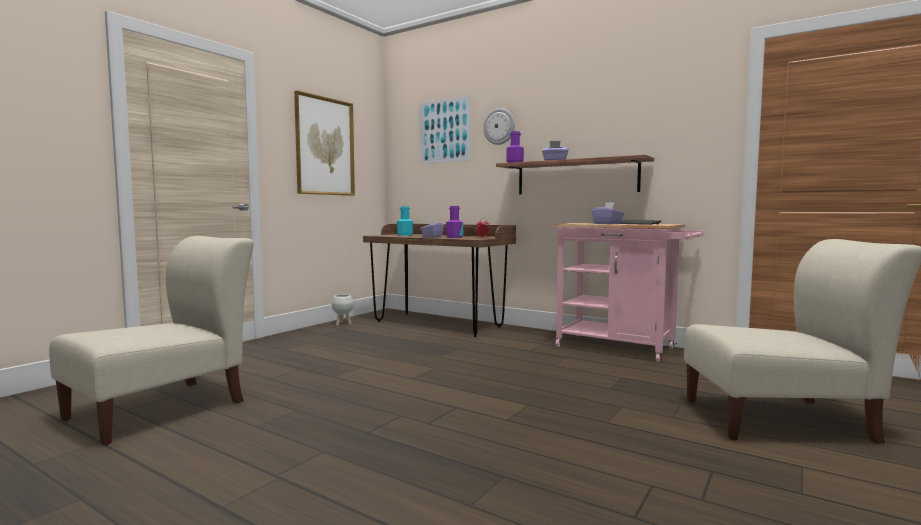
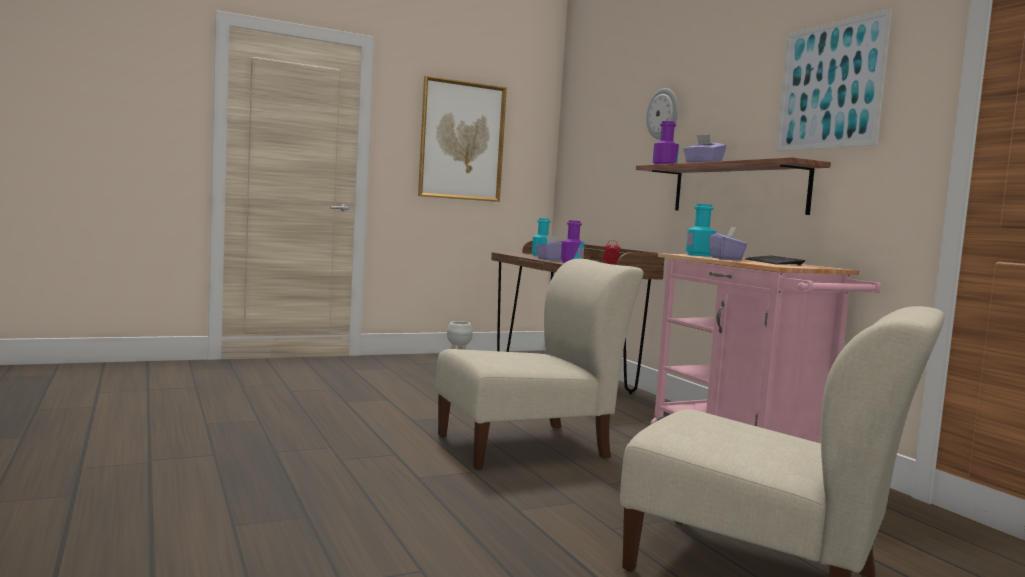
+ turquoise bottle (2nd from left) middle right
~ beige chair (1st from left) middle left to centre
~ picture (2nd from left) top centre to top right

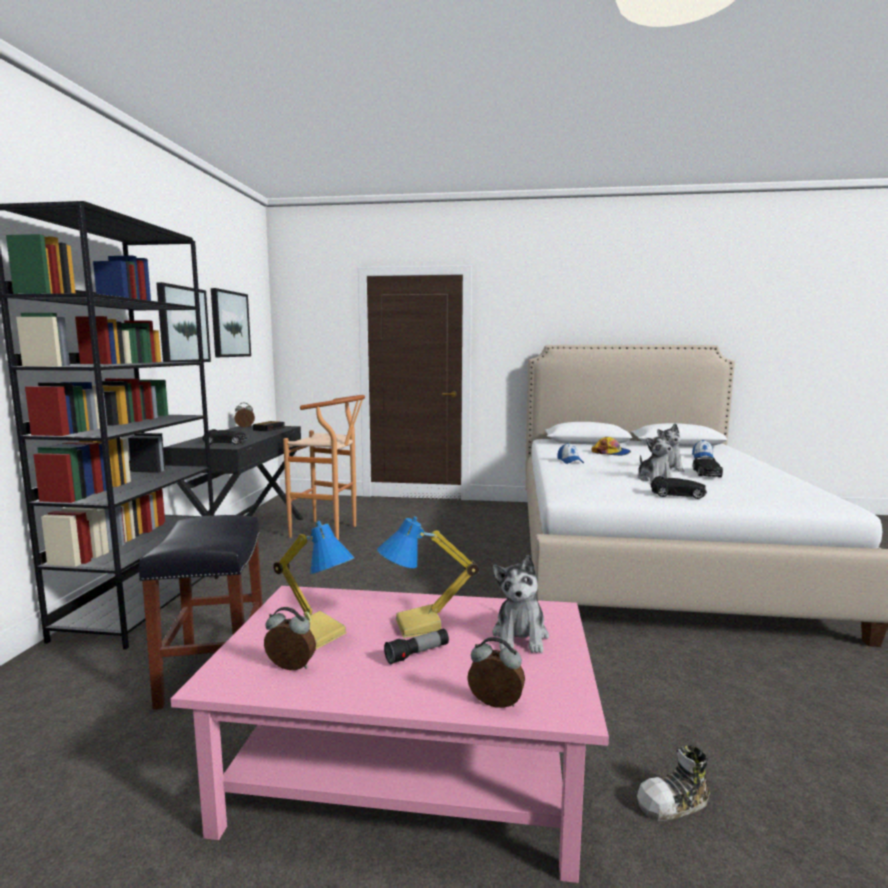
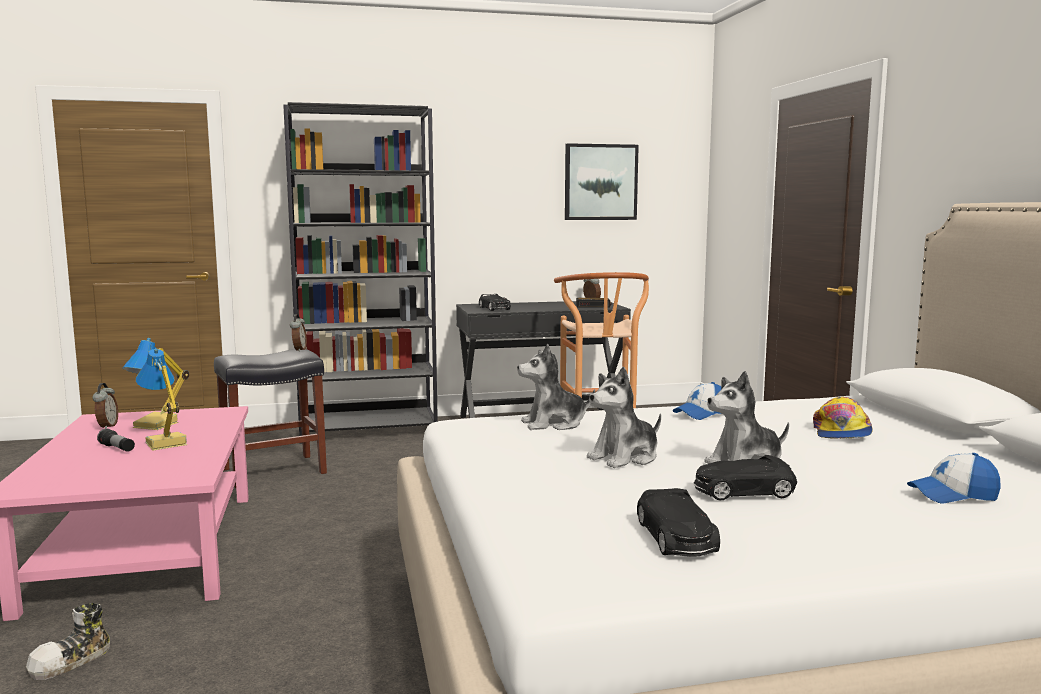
- picture (1st from left) middle left
~ alarm clock (4th from left in the first image) bottom centre to alarm clock (2nd from left) middle left
~ plush toy (1st from left) bottom centre to centre
~ black toy car (2nd from left) middle right to bottom centre
~ shoe bottom right = bottom left 105 degrees counterclockwise

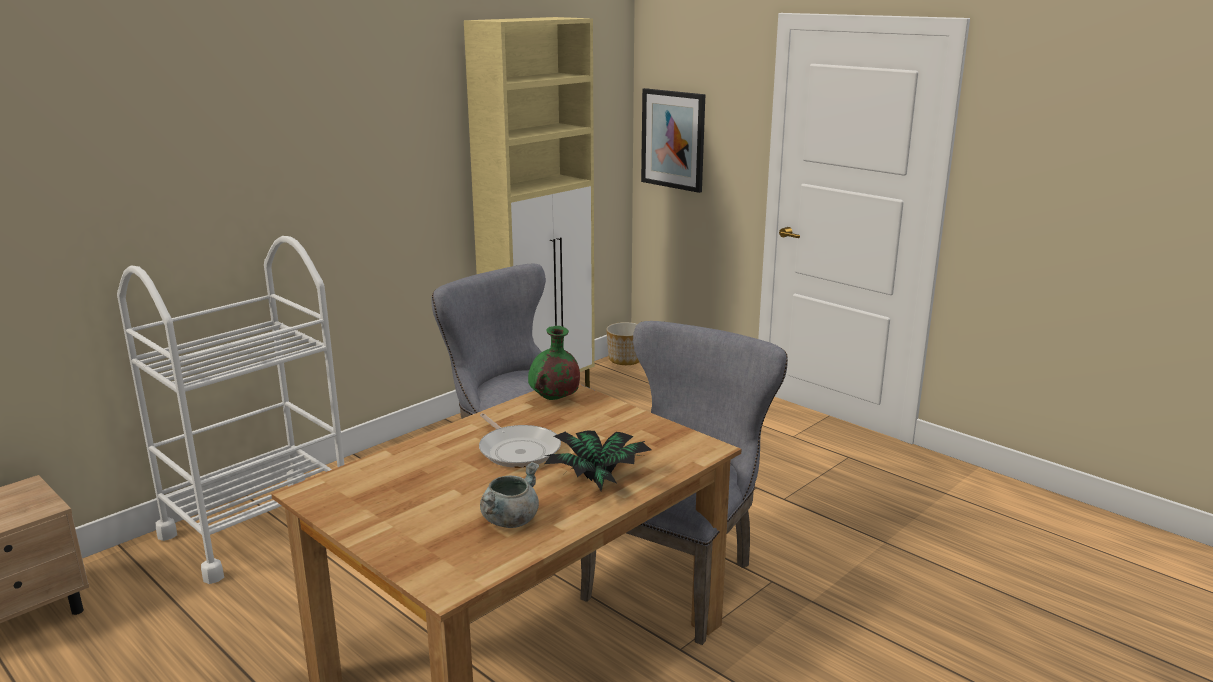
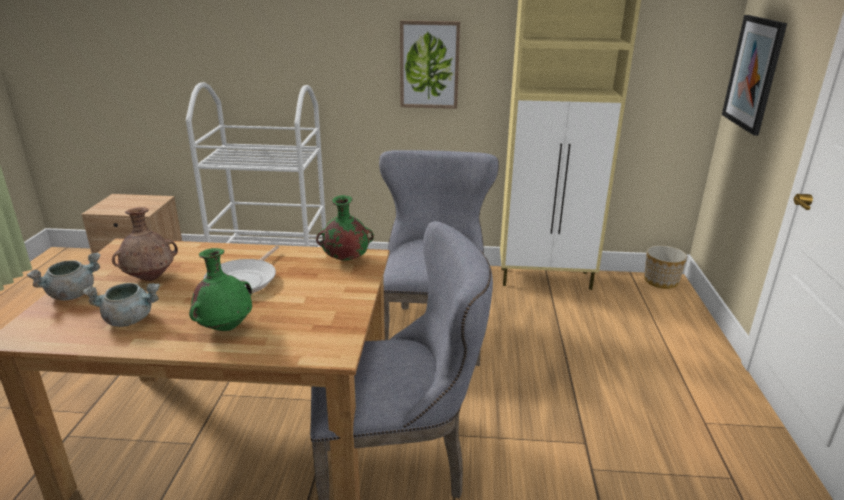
+ grey cooking pot (1st from left) middle left
+ brown vase middle left
+ picture (1st from left) top centre
~ potted plant bottom centre to green vase (1st from left) middle left

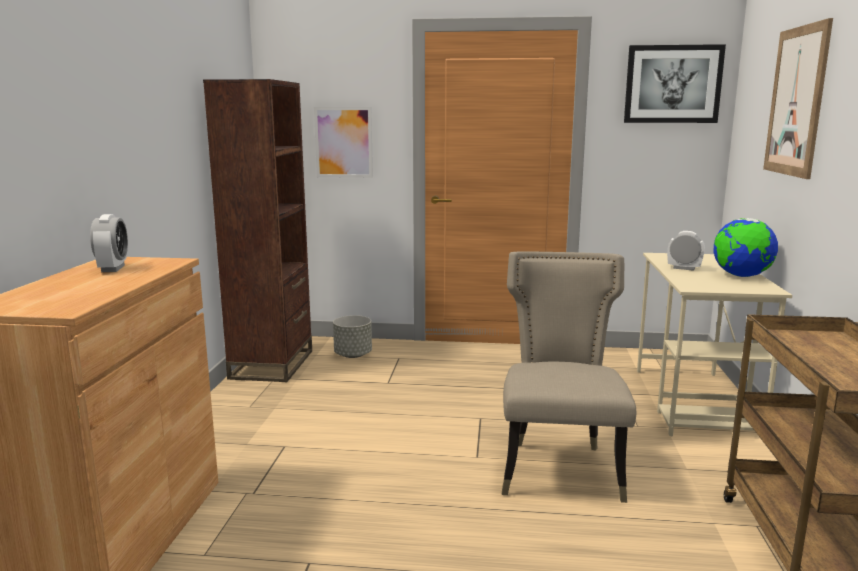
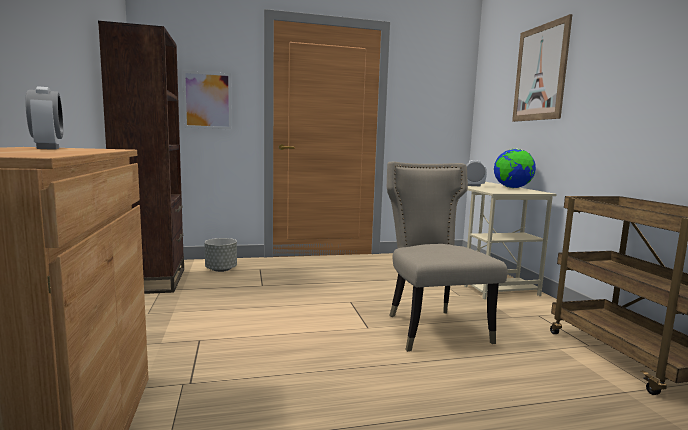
- picture (2nd from left) top right

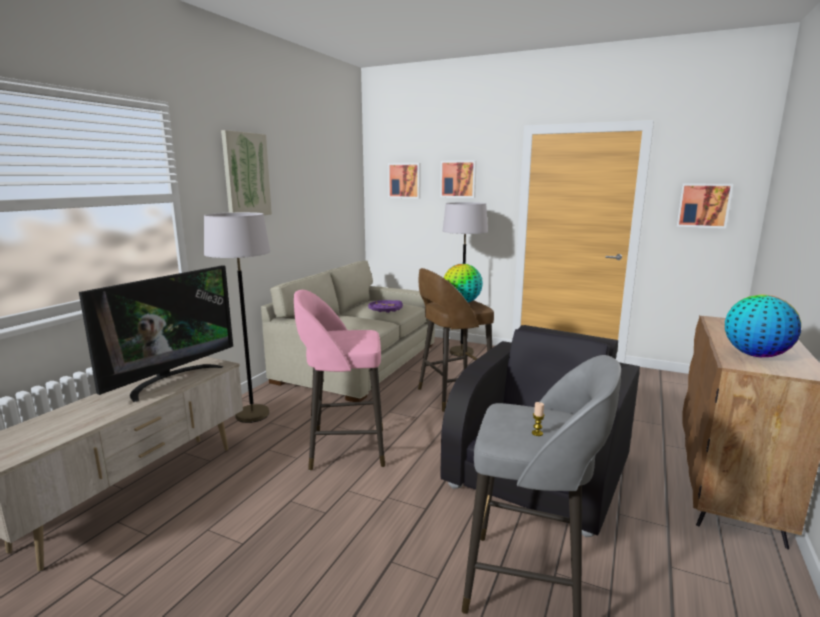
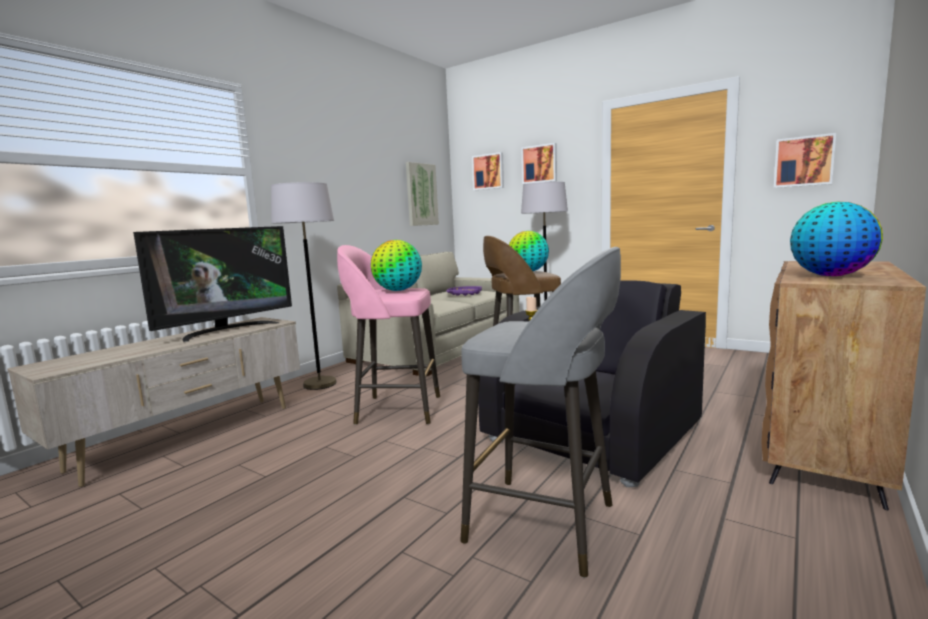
+ globe (1st from left) centre
~ picture (1st from left) top left to top centre

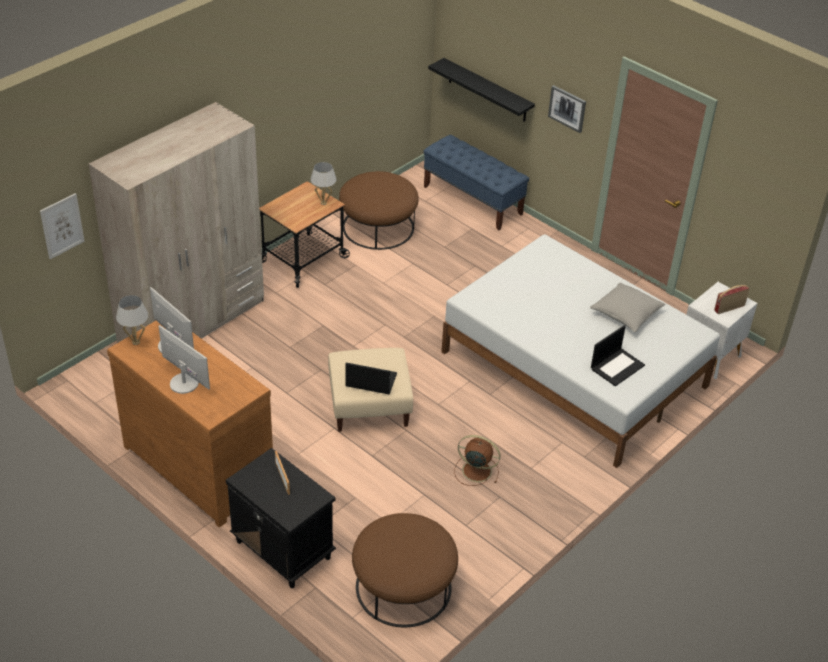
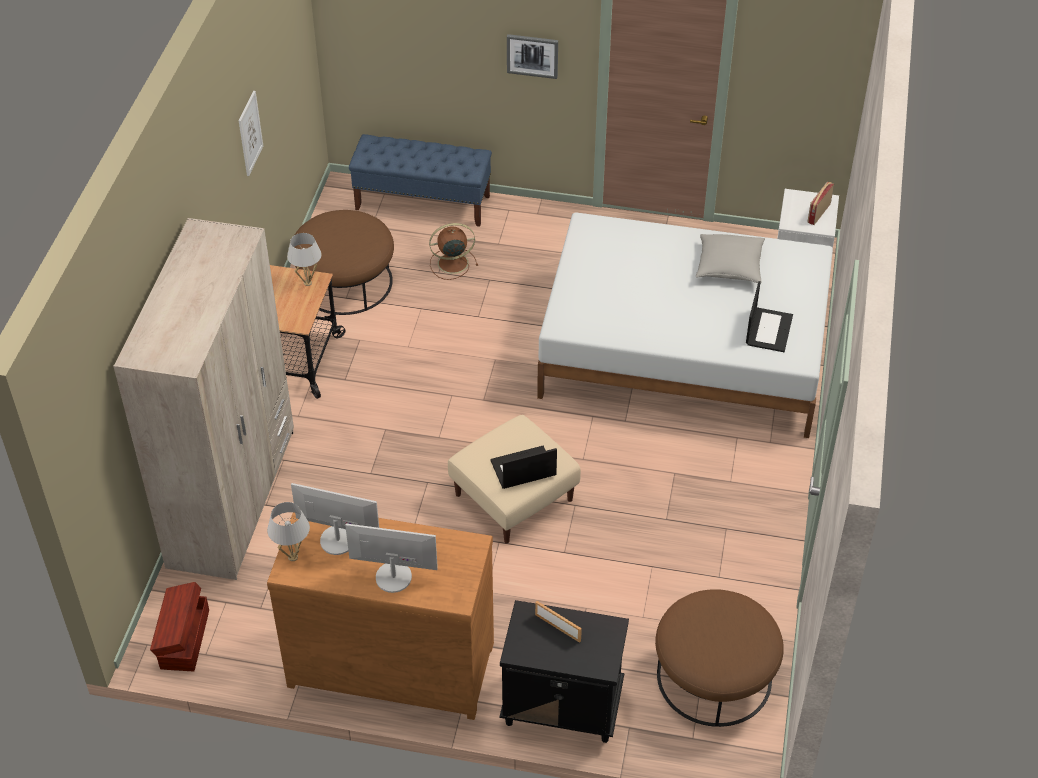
- black shelf top centre
+ brown storage box bottom left
~ picture (1st from left) middle left to top left
~ brown fan bottom centre to top centre

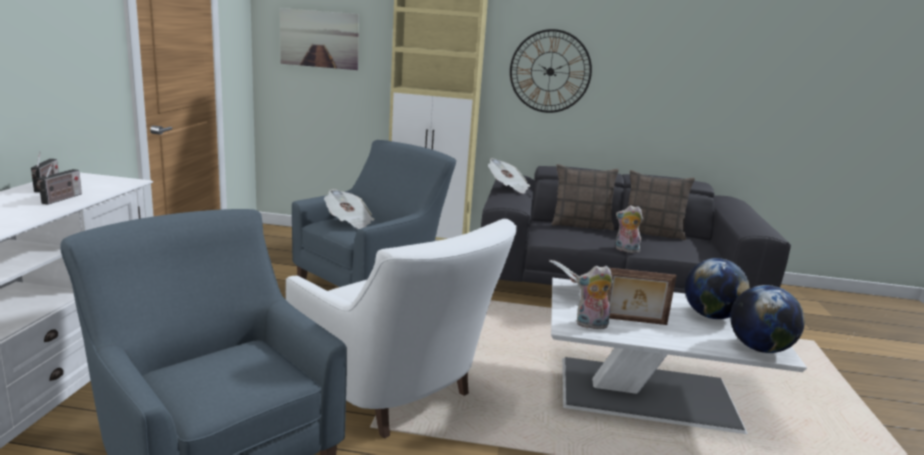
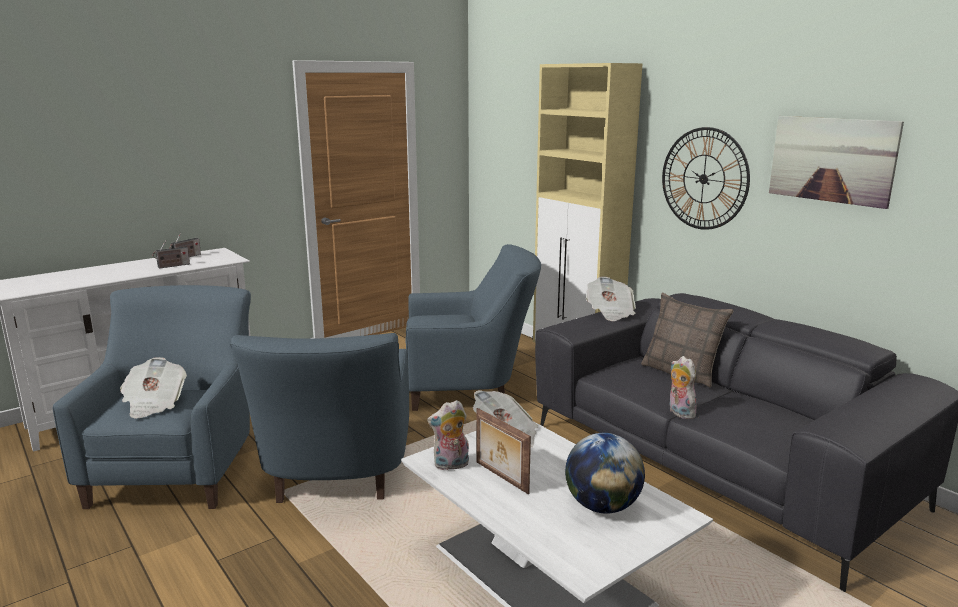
- pillow (2nd from left) middle right
- globe (2nd from left) bottom right
~ picture top centre to top right
~ newspaper (1st from left) centre to middle left
~ white armchair bottom centre to blue armchair (2nd from left) bottom left
~ plush toy (1st from left) centre = bottom centre 60 degrees counterclockwise

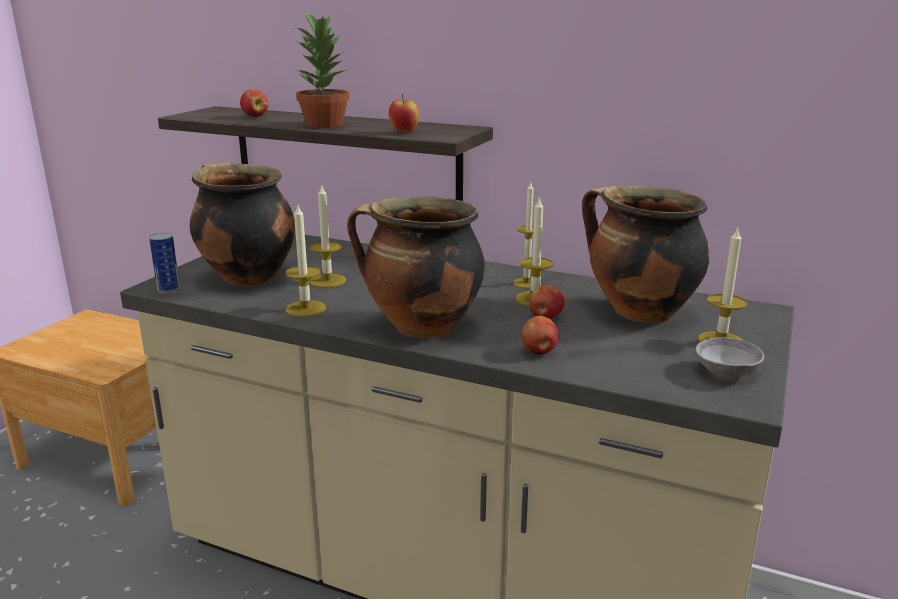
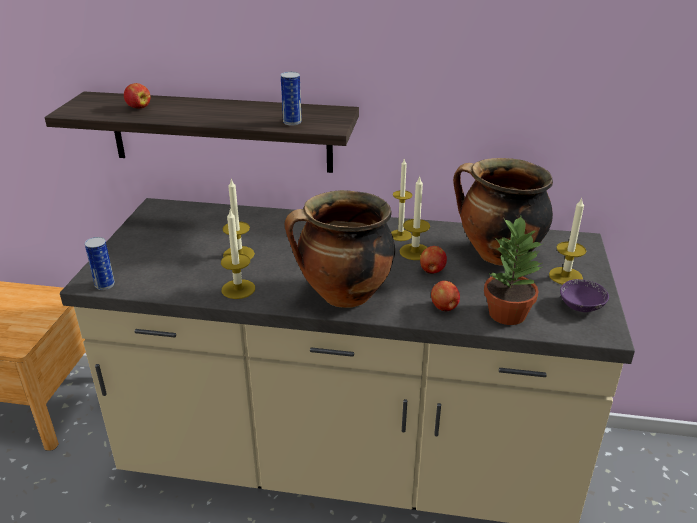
- cooking pot (1st from left) middle left
~ potted plant top centre to middle right
~ apple (2nd from left) top centre to can (2nd from left) top centre
~ grey bowl middle right to purple bowl middle right

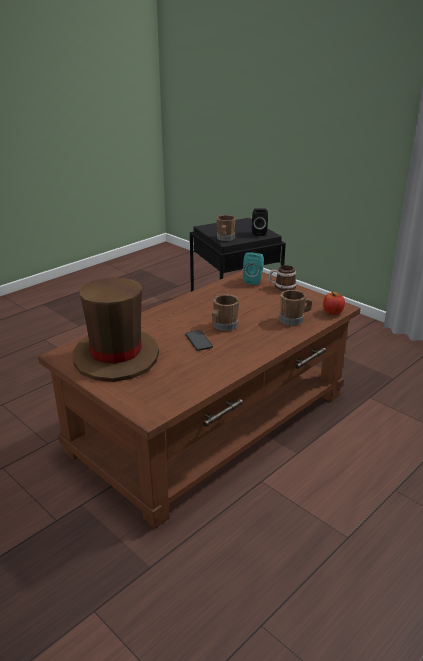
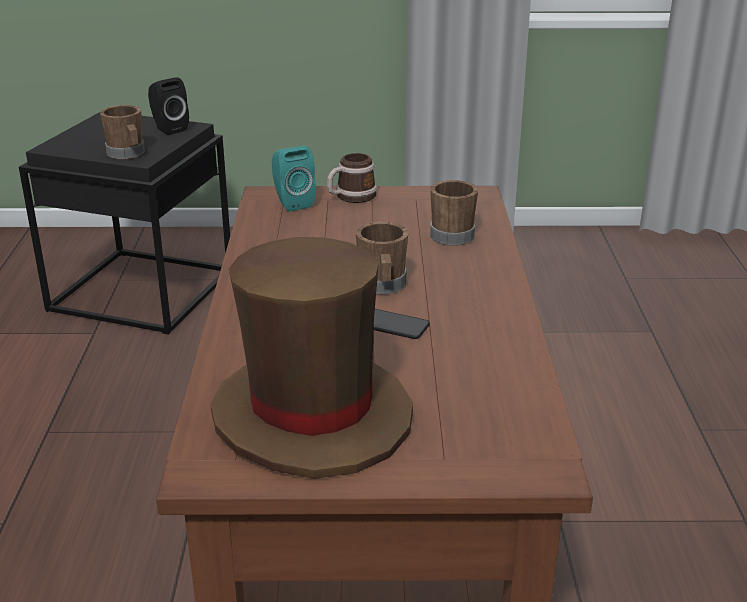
- apple middle right

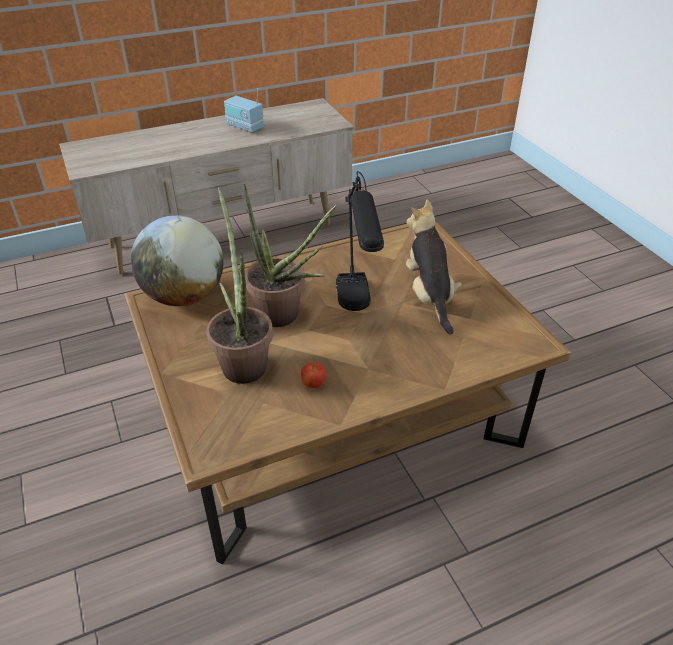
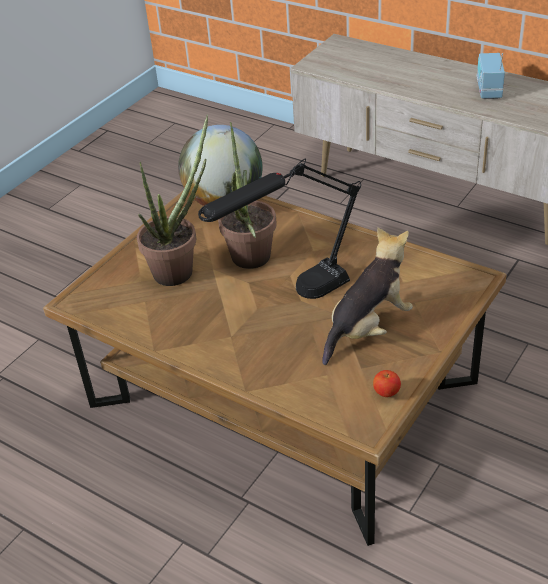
~ apple centre to middle right

